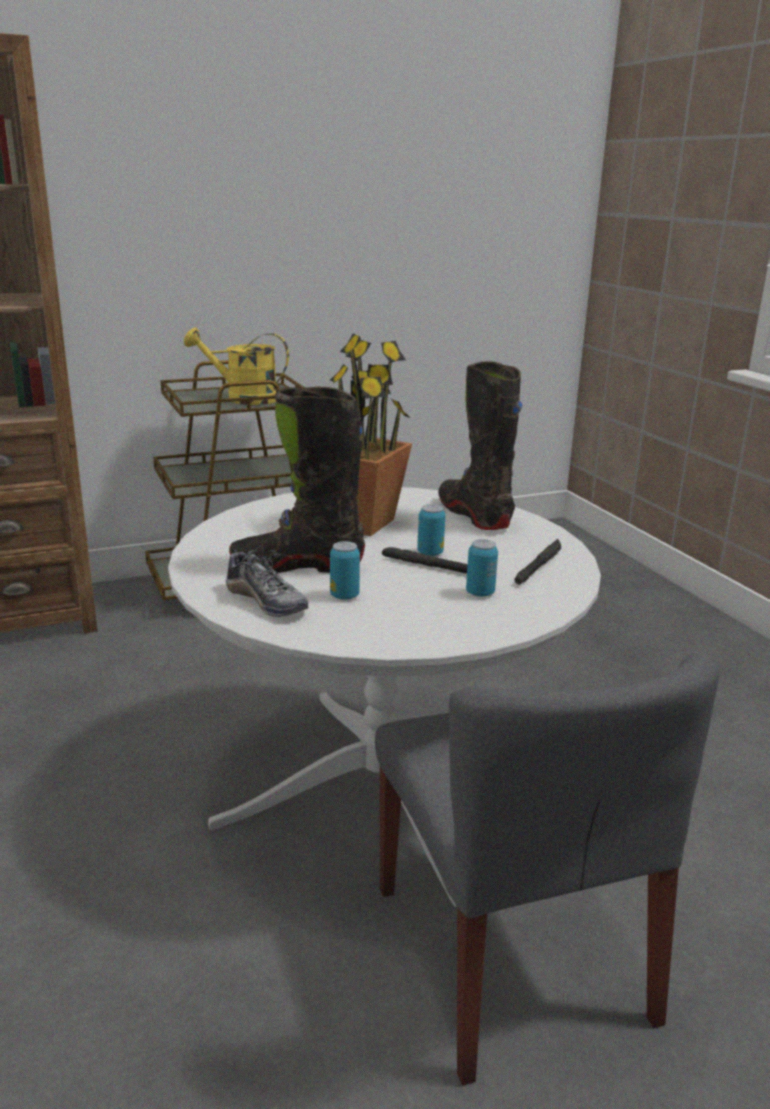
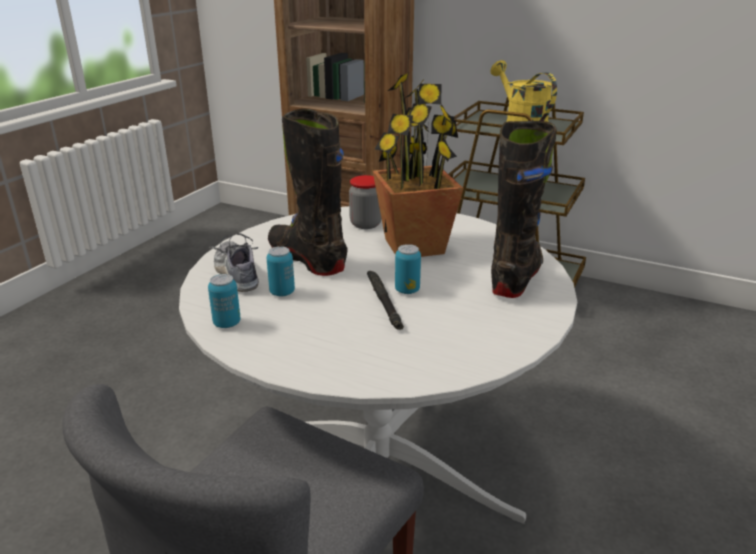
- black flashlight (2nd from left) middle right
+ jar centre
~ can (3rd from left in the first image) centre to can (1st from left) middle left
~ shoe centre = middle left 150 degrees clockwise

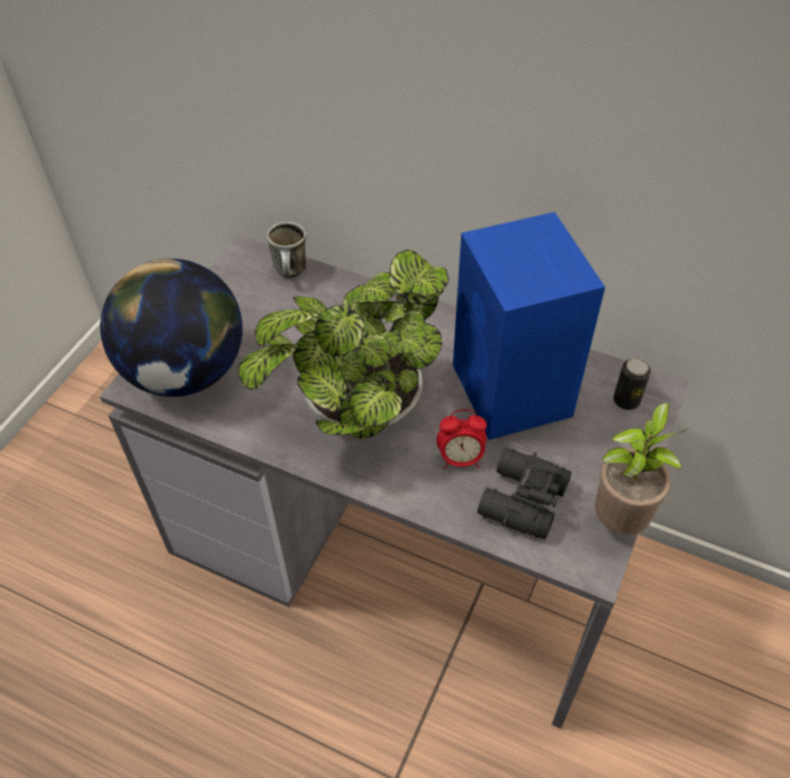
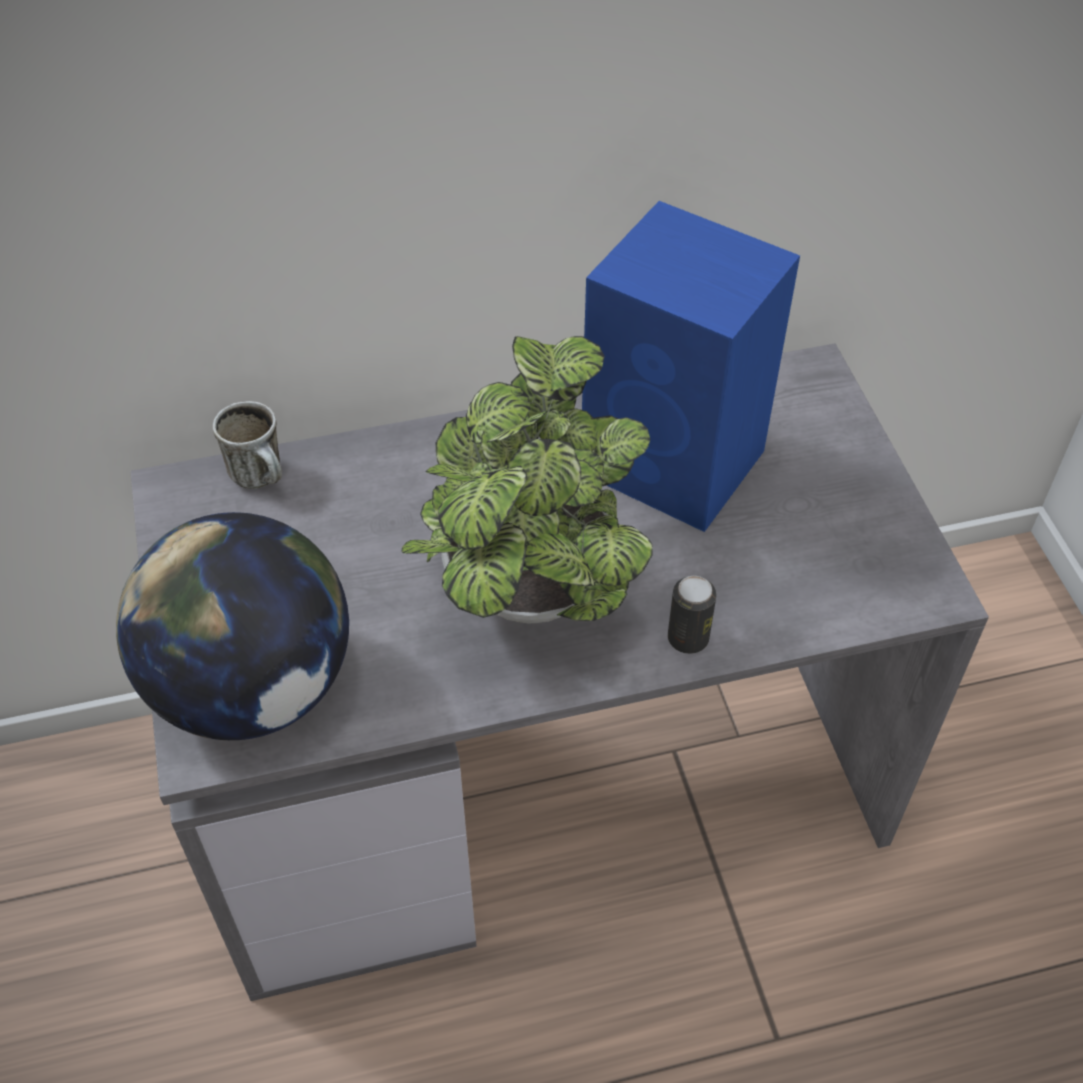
- alarm clock centre
- black binoculars centre
- potted plant (2nd from left) middle right
~ can middle right to centre

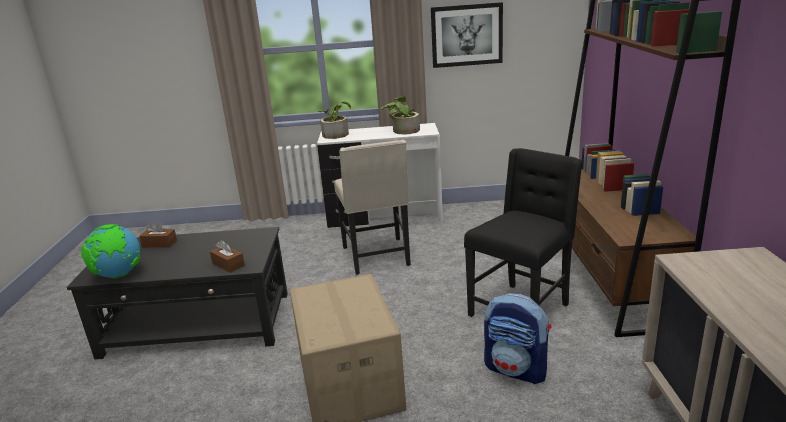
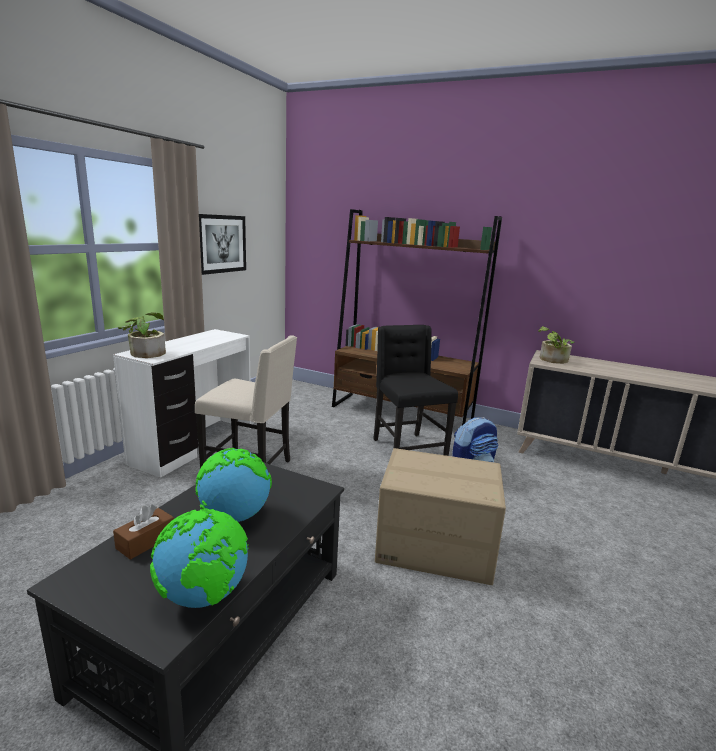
- brown tissue box (2nd from left) middle left
+ globe (2nd from left) middle left
~ potted plant (2nd from left) top centre to middle right

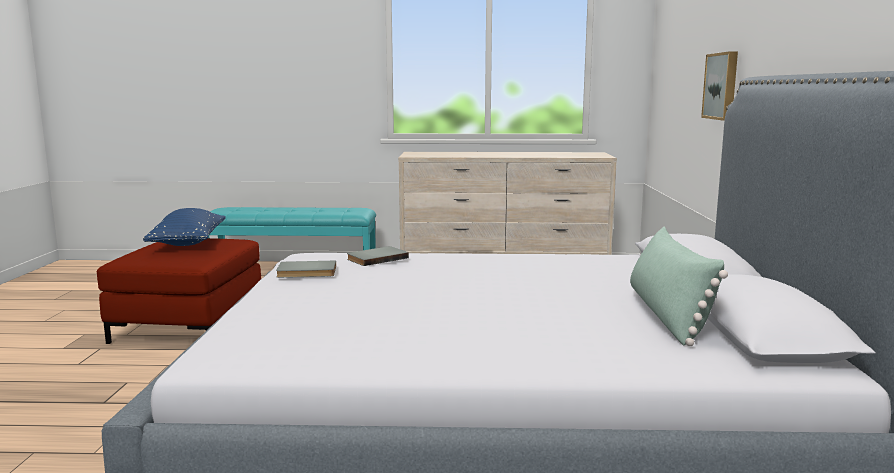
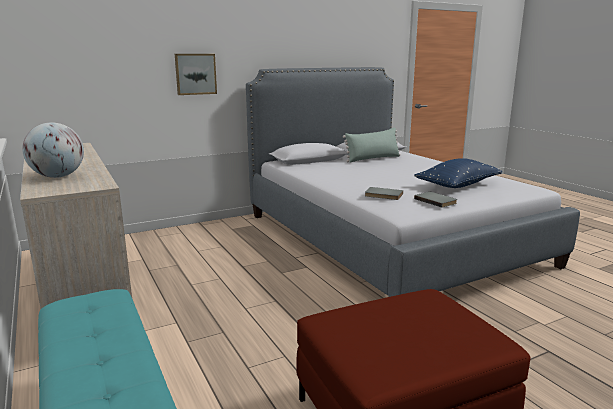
+ globe middle left
~ blue pillow middle left to middle right

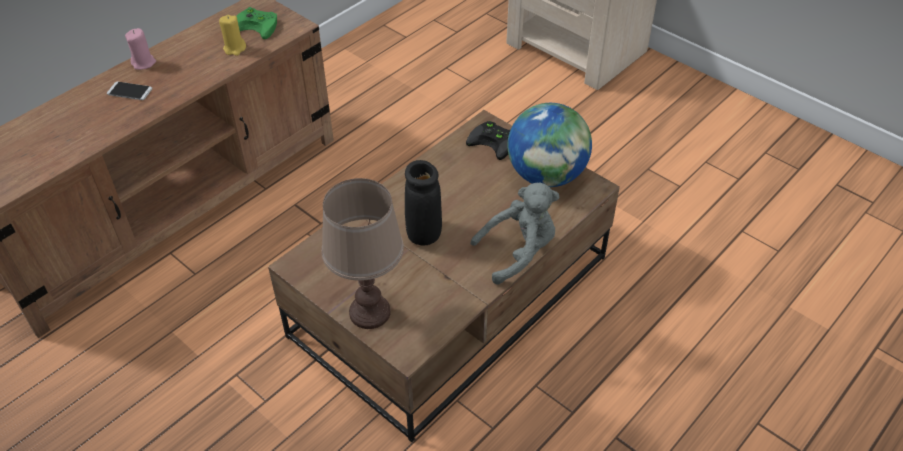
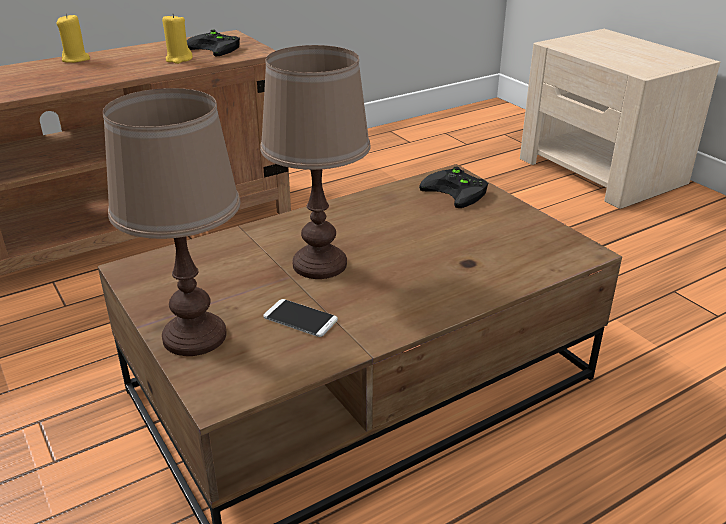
- grey plush toy centre
- globe top centre
~ phone top left to centre
~ black vase centre to brown table lamp (2nd from left) top centre
~ pink candle top left to yellow candle (1st from left) top left
~ green game controller top left to black game controller (1st from left) top left

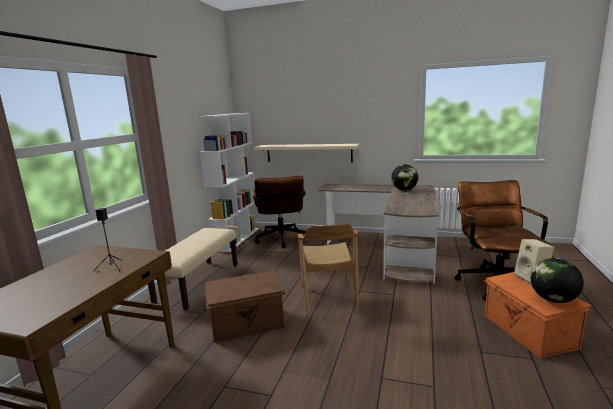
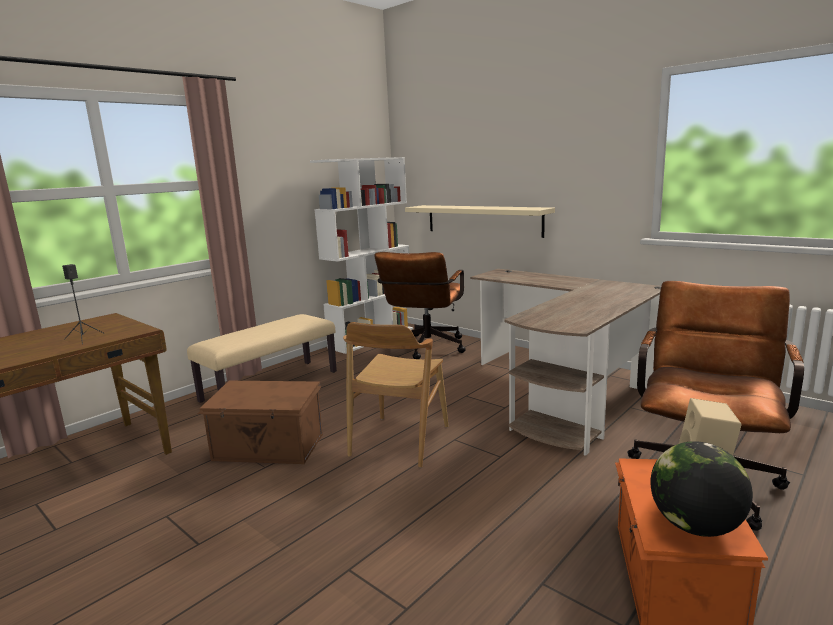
- globe (1st from left) centre

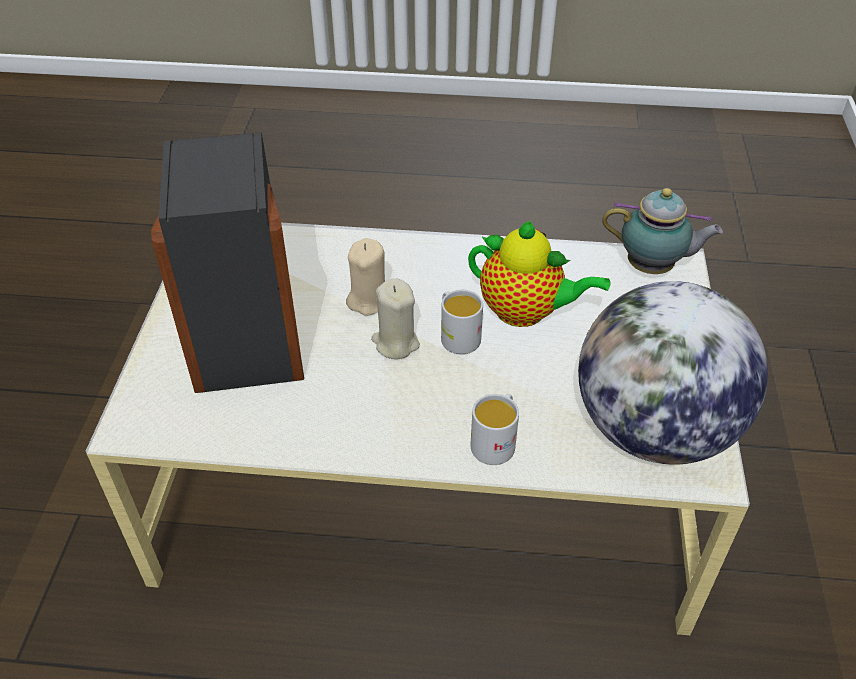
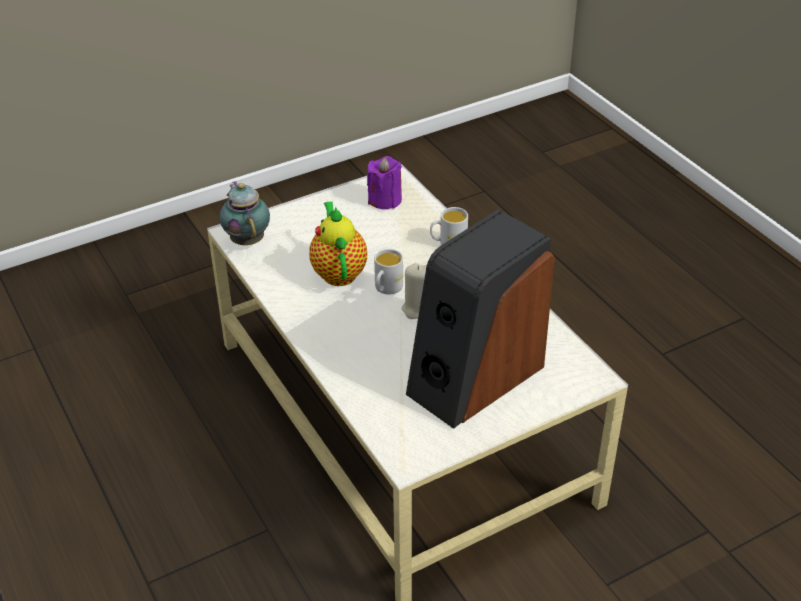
- beige candle (1st from left) centre
~ globe middle right to purple candle top centre

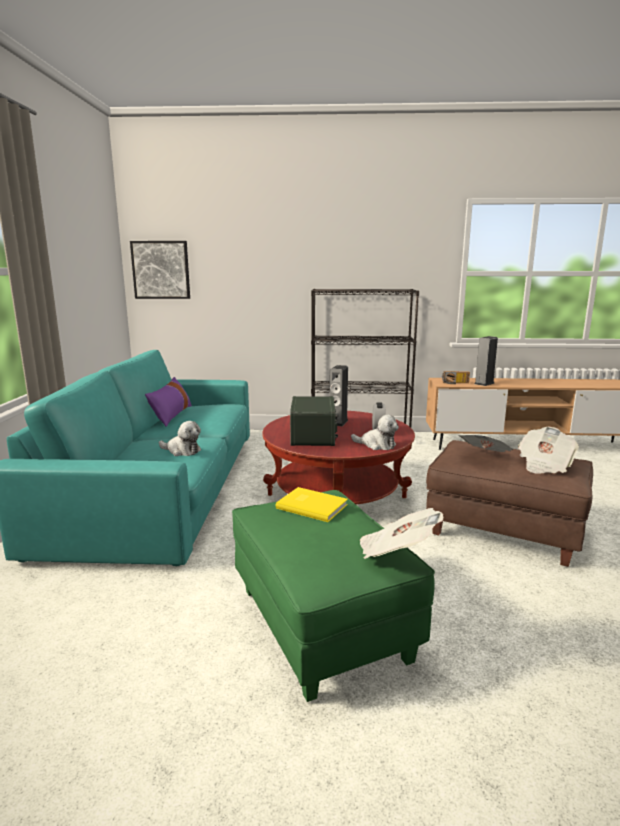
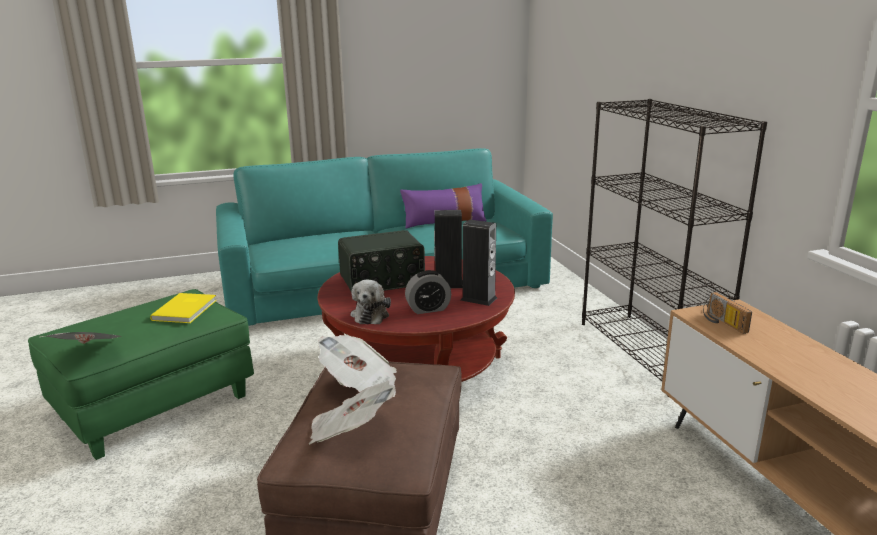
- picture top left
- plush toy (1st from left) middle left
~ speaker (2nd from left) middle right to centre

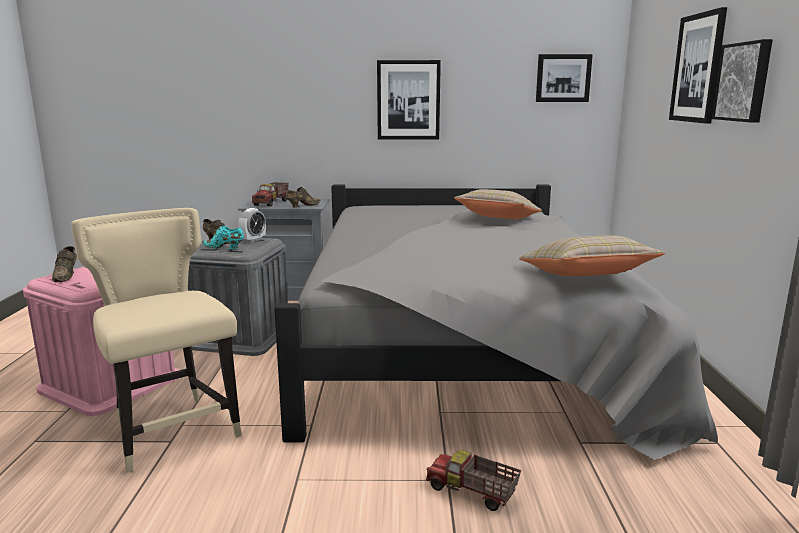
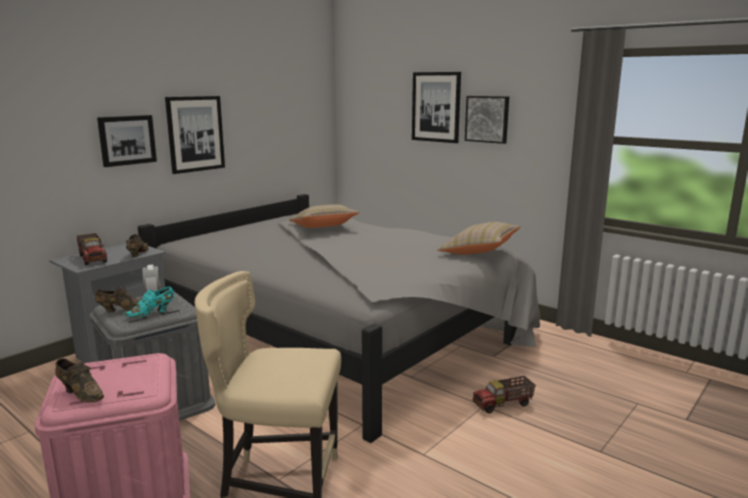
~ picture (2nd from left in the first image) top right to picture (1st from left) top left

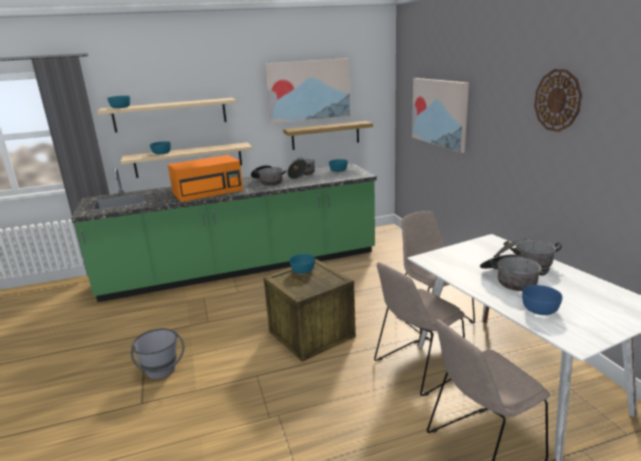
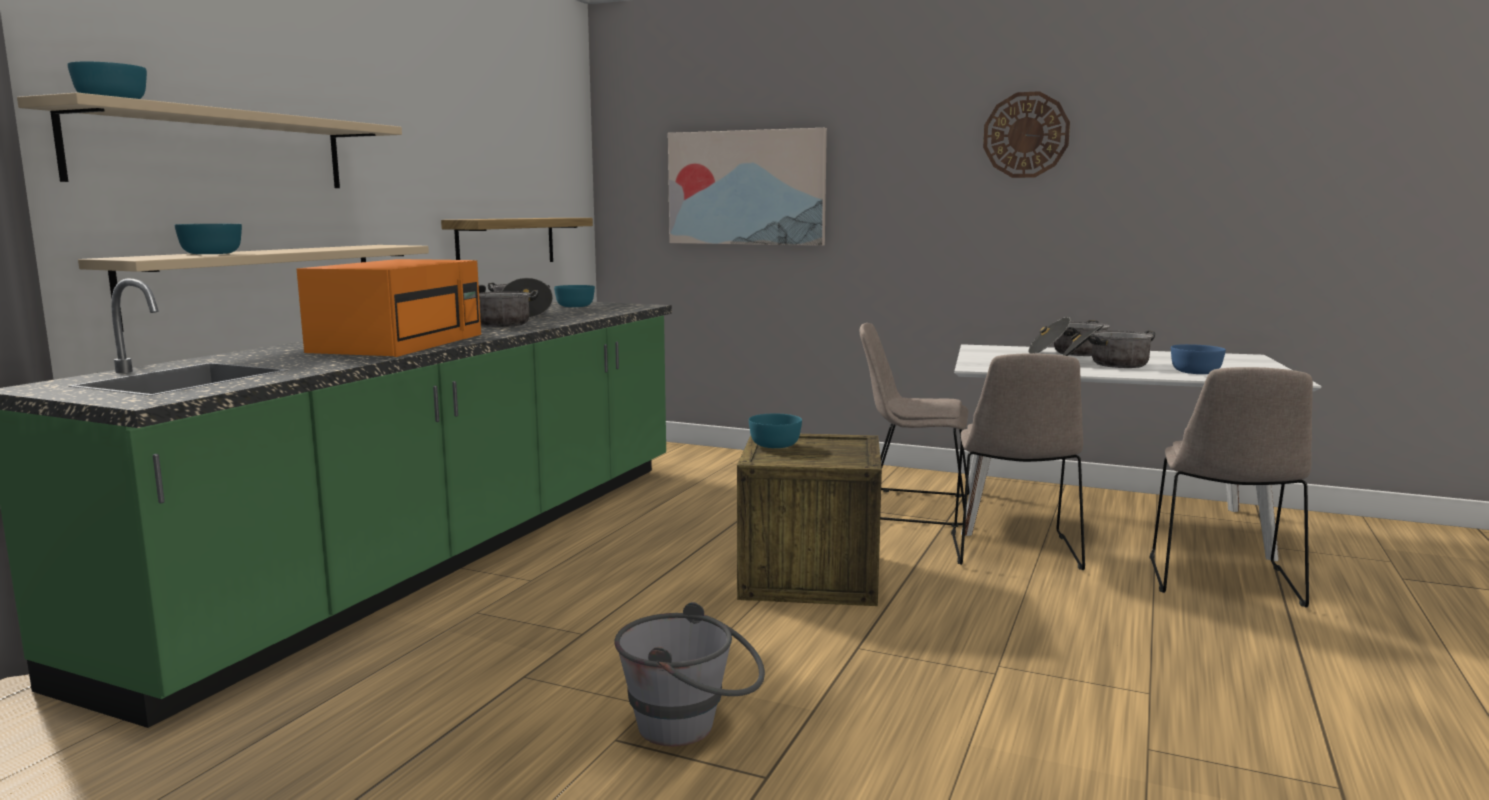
- picture (1st from left) top centre

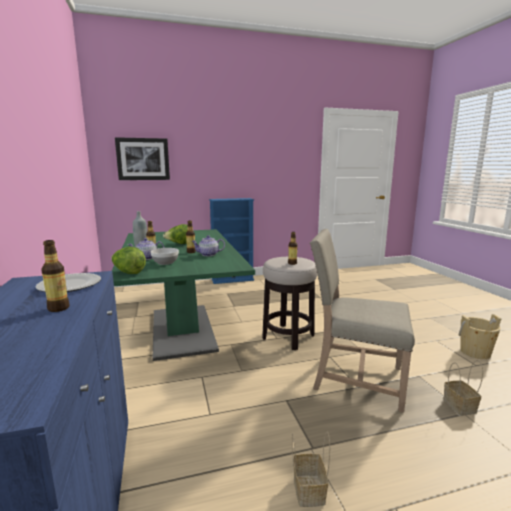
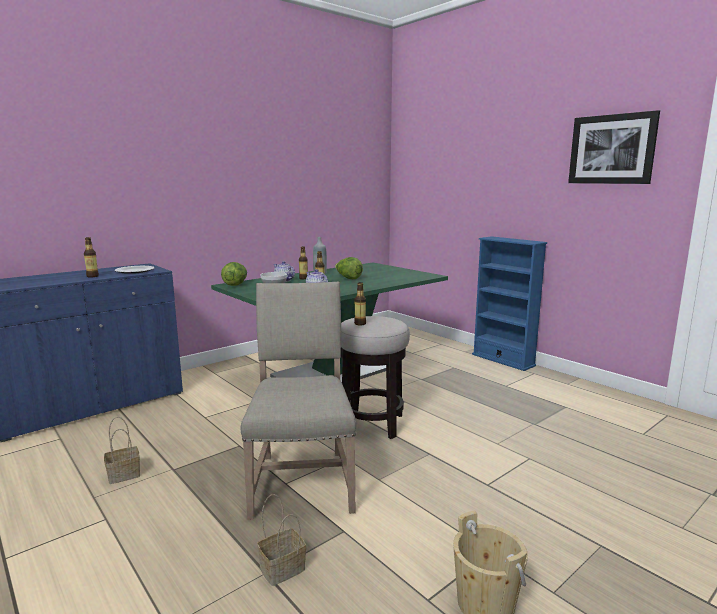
~ picture top left to top right

